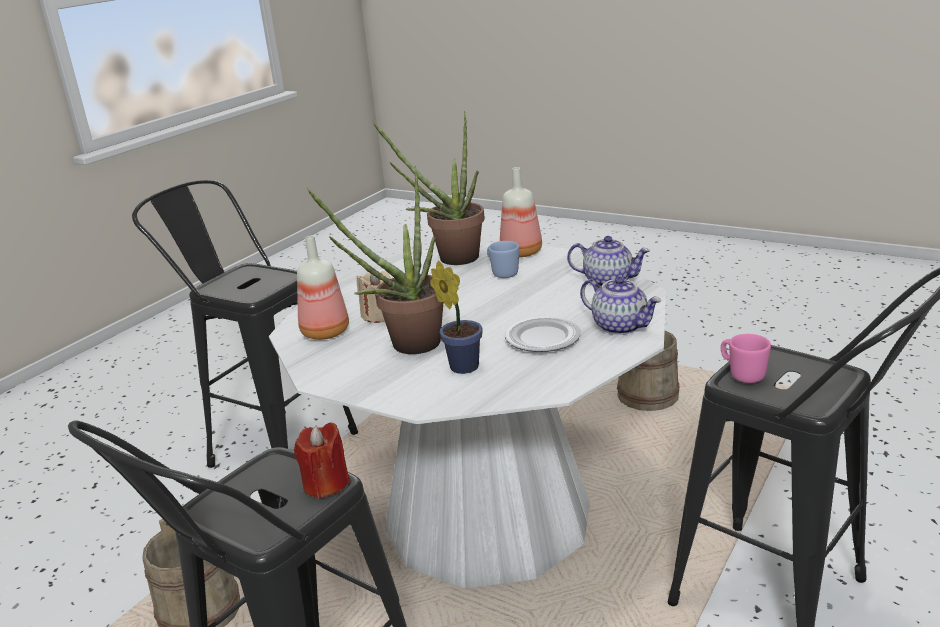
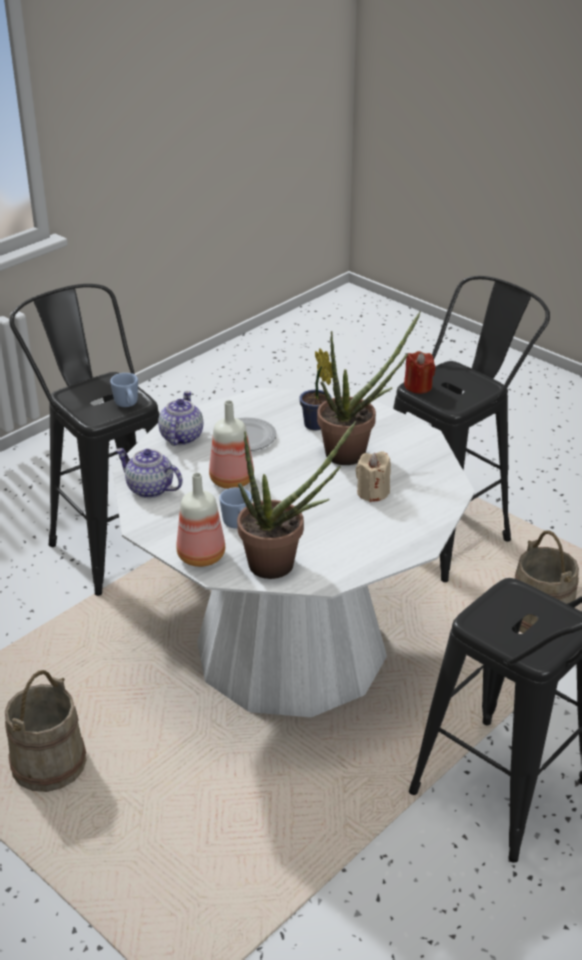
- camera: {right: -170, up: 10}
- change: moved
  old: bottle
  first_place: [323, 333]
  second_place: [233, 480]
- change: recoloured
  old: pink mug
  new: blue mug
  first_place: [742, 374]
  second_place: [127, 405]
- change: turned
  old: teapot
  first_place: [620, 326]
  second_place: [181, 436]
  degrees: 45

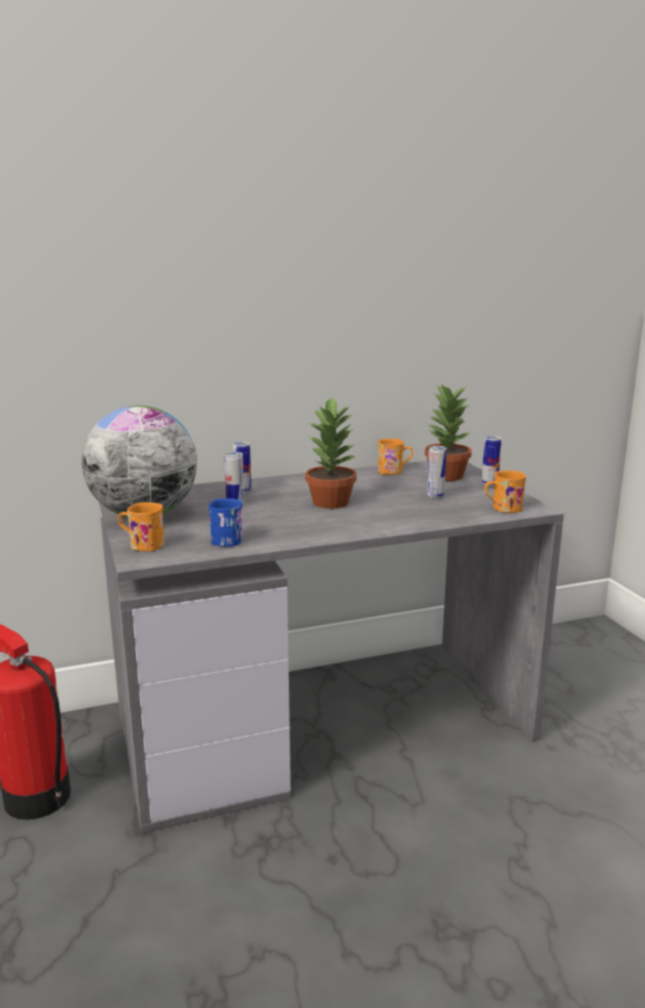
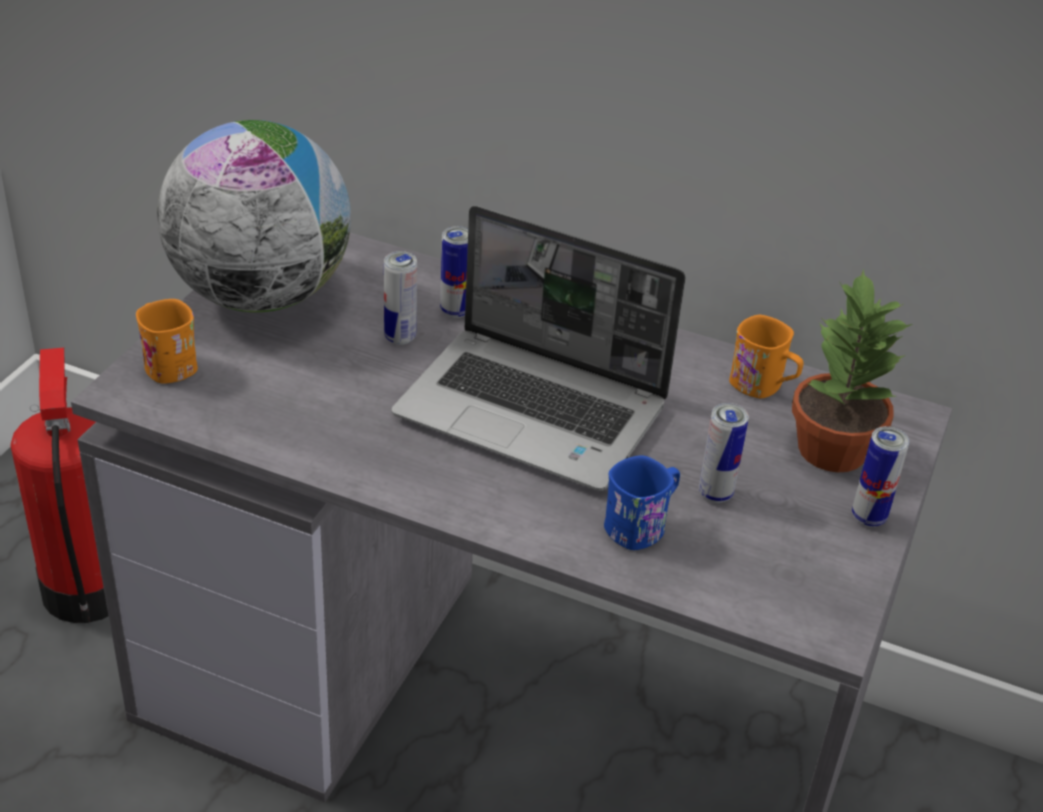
- camera: {right: 40, up: 20}
- change: removed
  old: orange mug
  first_place: [502, 509]
- change: moved
  old: blue mug
  first_place: [228, 539]
  second_place: [642, 525]
- change: replaced
  old: potted plant
  new: laptop
  first_place: [331, 502]
  second_place: [535, 411]

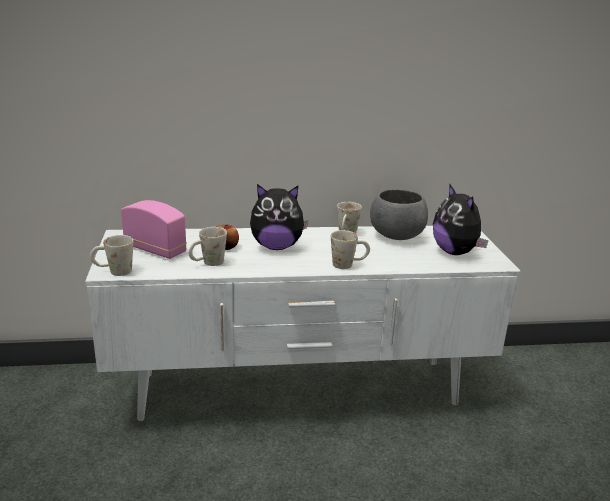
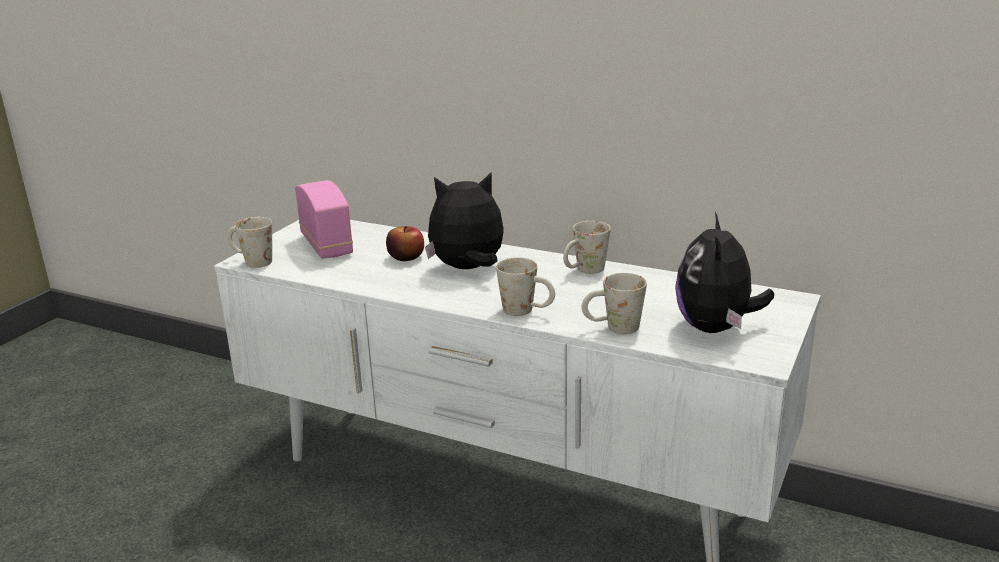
- camera: {right: 35, up: 0}
- change: removed
  old: grey bowl
  first_place: [396, 236]
- change: moved
  old: white mug
  first_place: [207, 263]
  second_place: [613, 328]
- change: turned
  old: plush toy
  first_place: [276, 246]
  second_place: [468, 269]
  degrees: 135

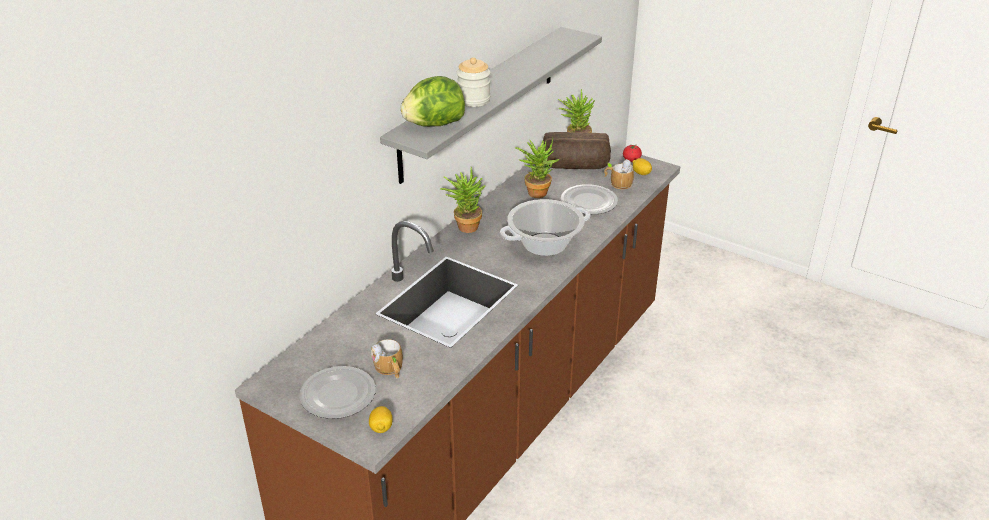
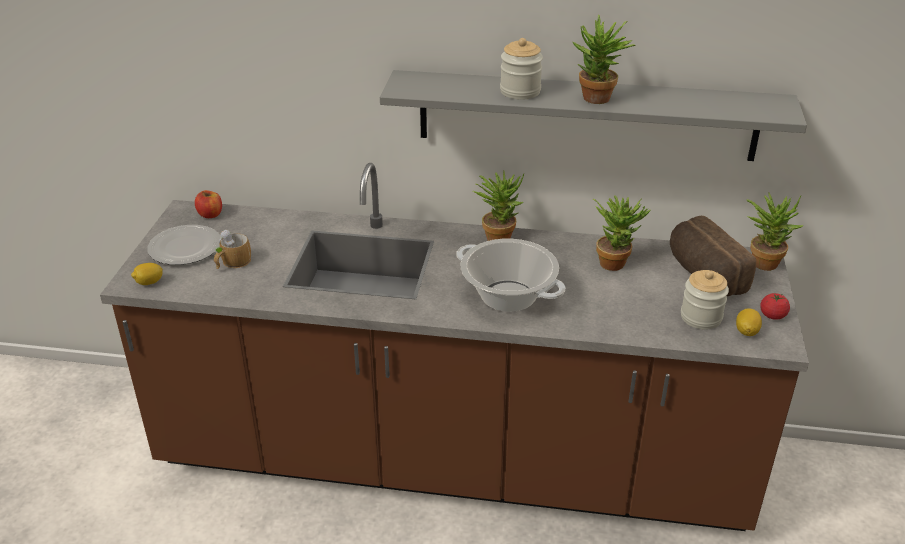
- camera: {right: 65, up: 0}
- change: removed
  old: lettuce
  first_place: [434, 125]
- change: removed
  old: plate
  first_place: [589, 202]
- change: added
  new: apple
  second_place: [210, 214]
- change: added
  new: potted plant
  second_place: [597, 101]
- change: replaced
  old: mug
  new: jar
  first_place: [617, 183]
  second_place: [701, 317]

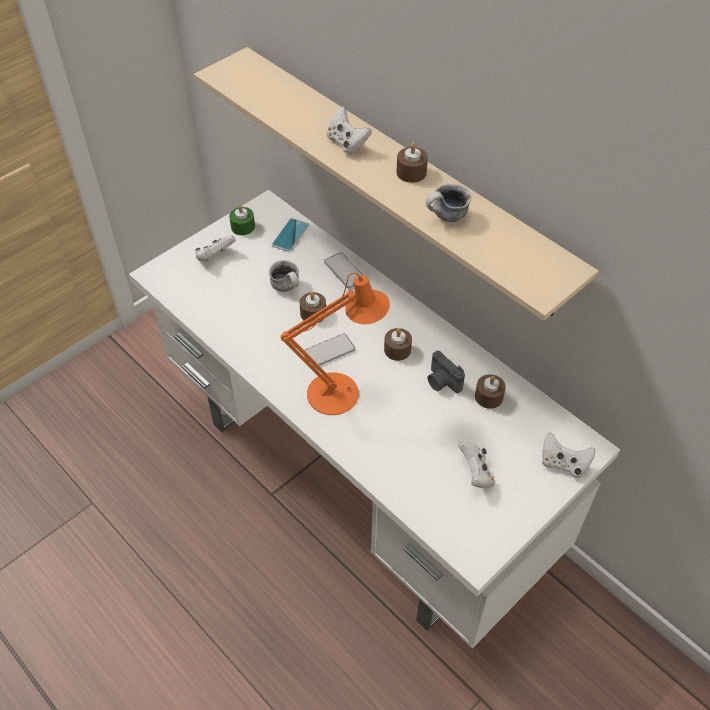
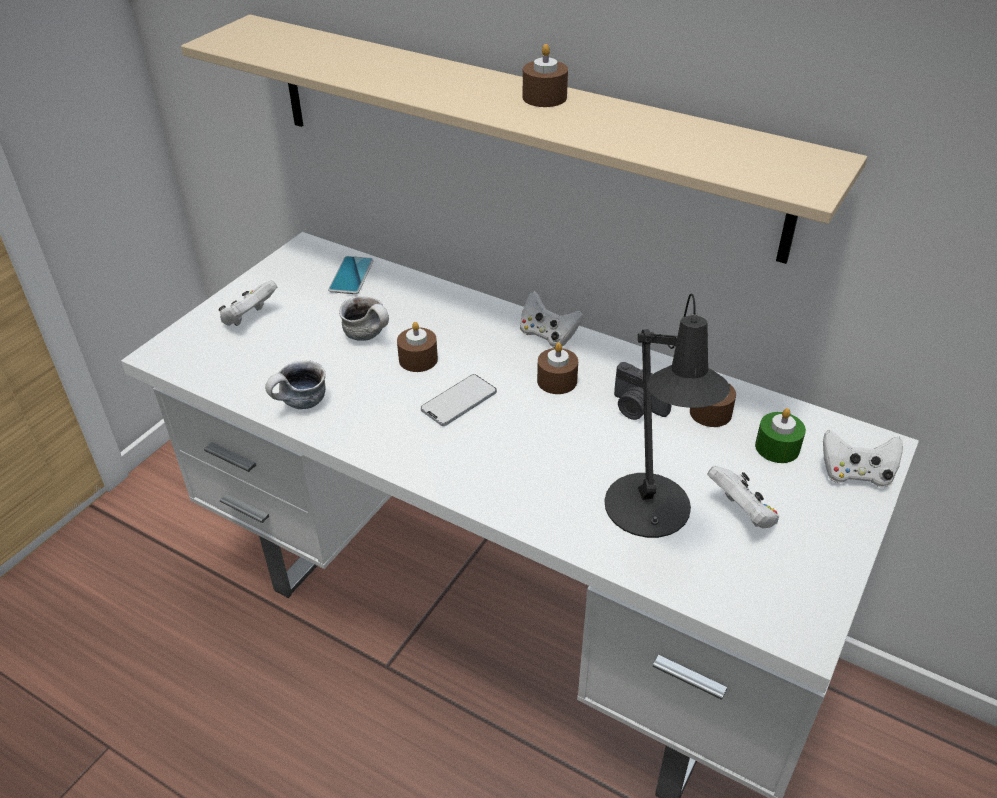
- camera: {right: -15, up: -10}
- change: removed
  old: orange table lamp
  first_place: [341, 392]
- change: removed
  old: phone
  first_place: [344, 271]
- change: added
  new: black table lamp
  second_place: [650, 515]
- change: moved
  old: green candle
  first_place: [243, 227]
  second_place: [777, 447]
- change: moved
  old: white game controller
  first_place: [347, 143]
  second_place: [548, 335]
- change: moved
  old: mug
  first_place: [446, 218]
  second_place: [300, 405]

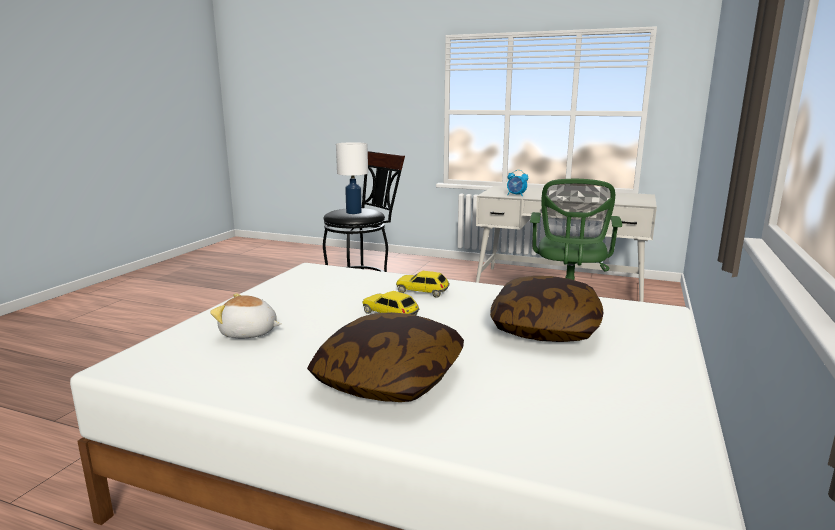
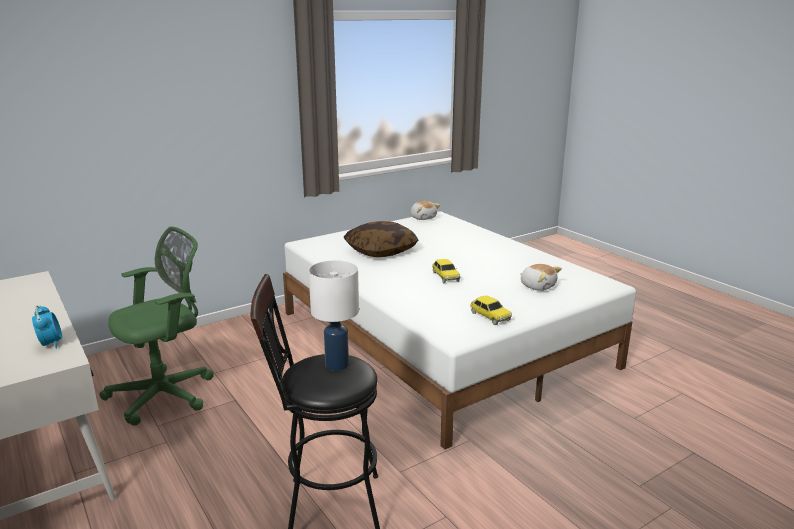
- camera: {right: -145, up: 5}
- change: removed
  old: pillow
  first_place: [389, 379]
- change: added
  new: plush toy
  second_place: [423, 218]
- change: moved
  old: toy car
  first_place: [423, 292]
  second_place: [490, 316]

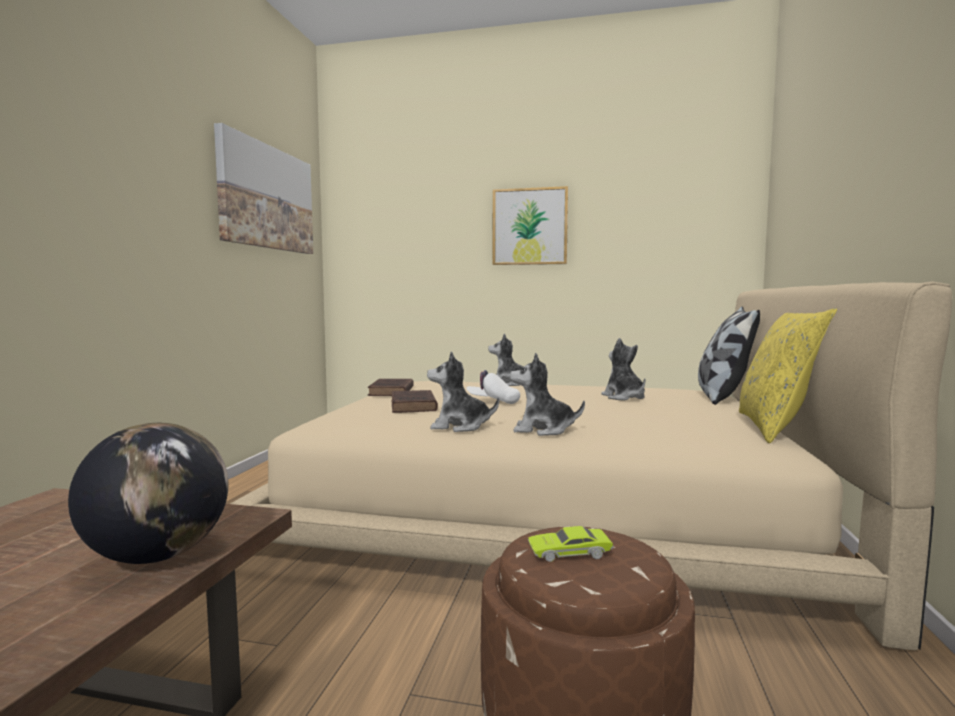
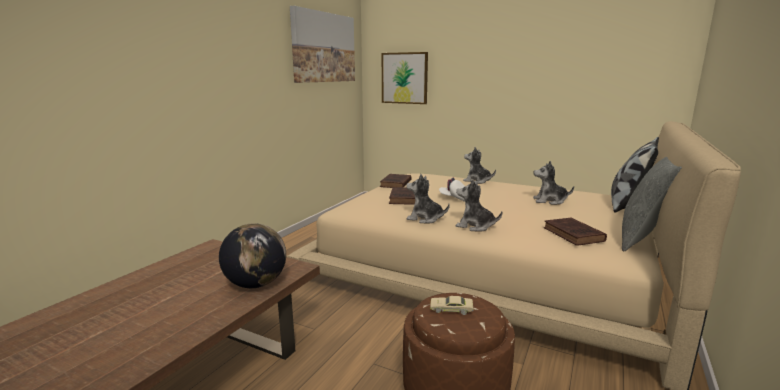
- camera: {right: 15, up: 10}
- change: added
  new: brown book
  second_place: [574, 235]
- change: moved
  old: picture
  first_place: [530, 227]
  second_place: [404, 78]
- change: recoloured
  old: green toy car
  new: beige toy car
  first_place: [569, 552]
  second_place: [451, 309]
- change: recoloured
  old: yellow pillow
  new: grey pillow
  first_place: [777, 428]
  second_place: [643, 239]
- change: turned
  old: plush toy
  first_place: [623, 397]
  second_place: [549, 201]
  degrees: -75

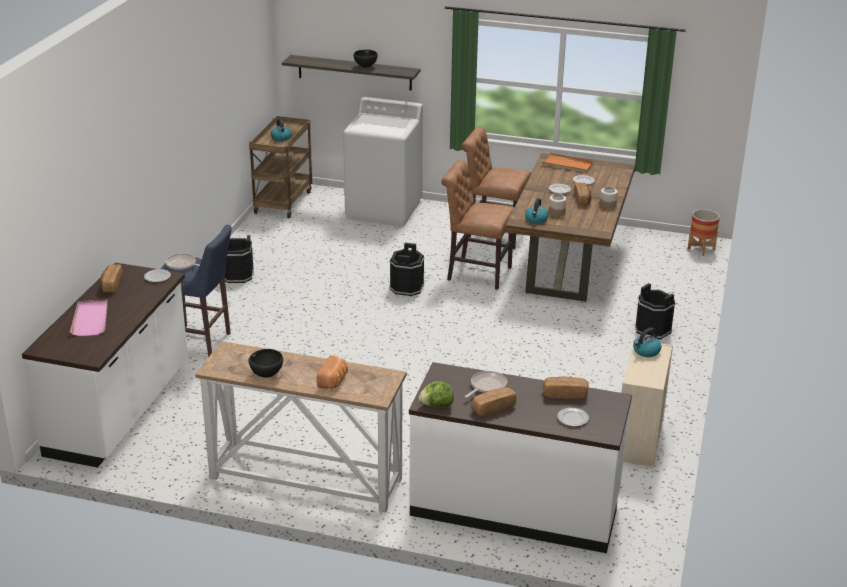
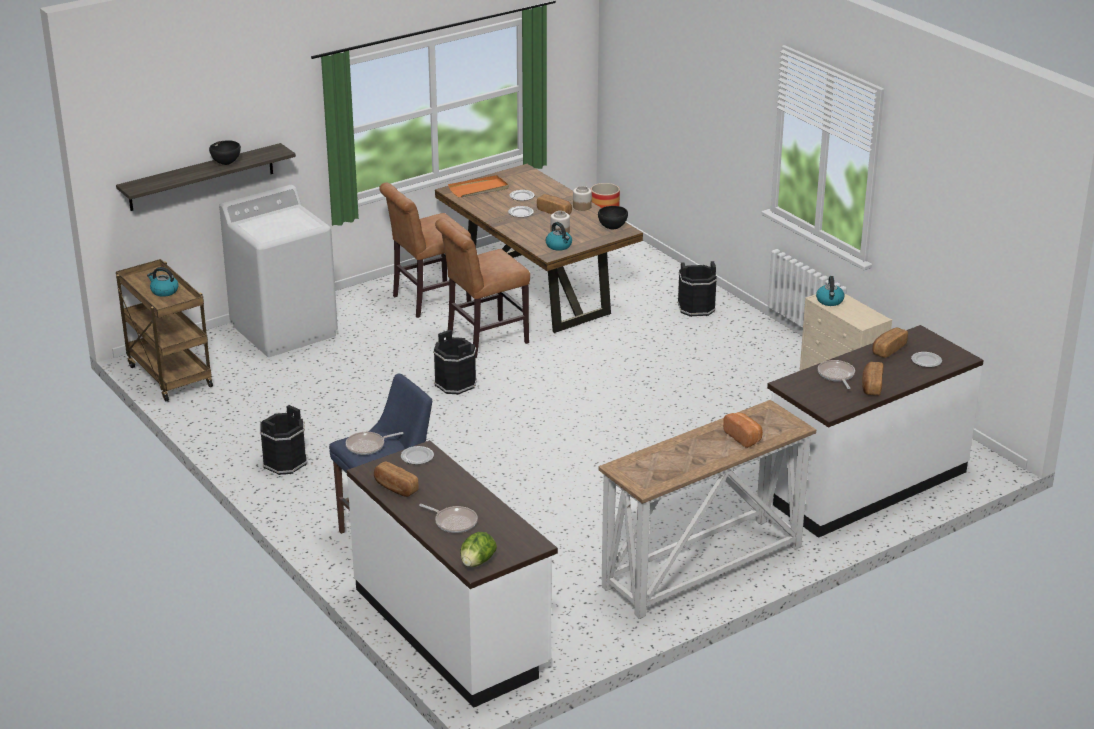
- camera: {right: -50, up: 0}
- change: moved
  old: black bowl
  first_place: [267, 375]
  second_place: [612, 228]
- change: moved
  old: lettuce
  first_place: [436, 405]
  second_place: [477, 562]
- change: replaced
  old: pink tray
  new: frying pan
  first_place: [90, 319]
  second_place: [454, 522]

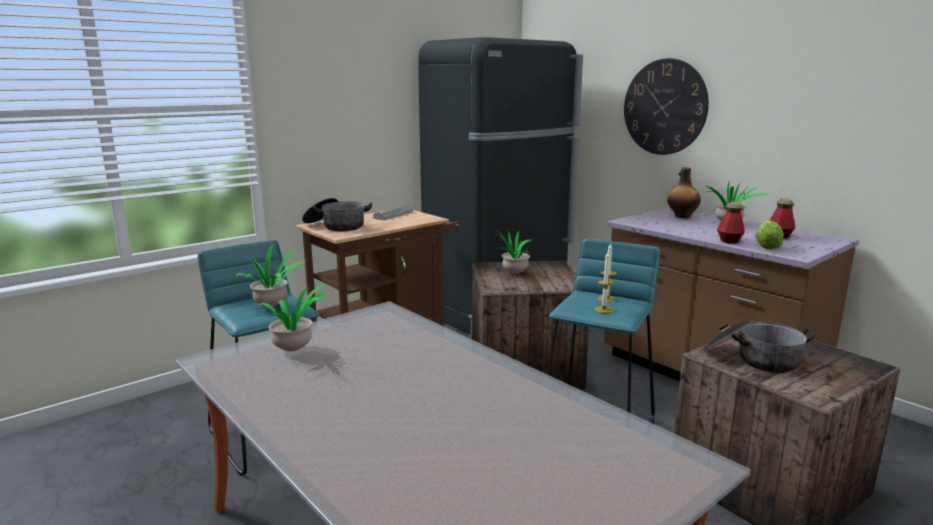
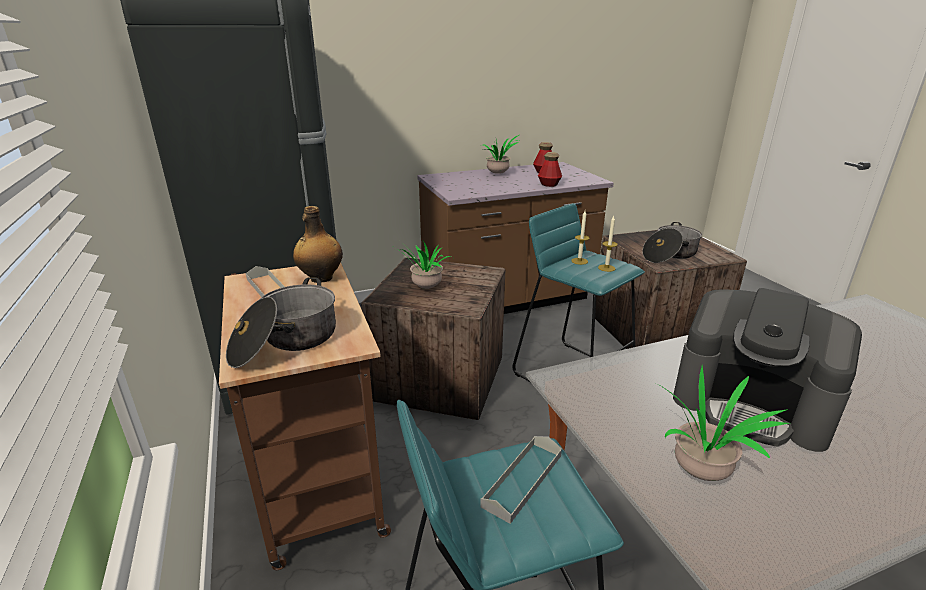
- camera: {right: -70, up: 10}
- change: removed
  old: wall clock
  first_place: [664, 107]
- change: removed
  old: lettuce
  first_place: [767, 246]
- change: added
  new: coffee machine
  second_place: [751, 404]
- change: moved
  old: bottle
  first_place: [681, 216]
  second_place: [320, 278]
- change: replaced
  old: potted plant
  new: grey tray
  first_place: [273, 305]
  second_place: [523, 480]

